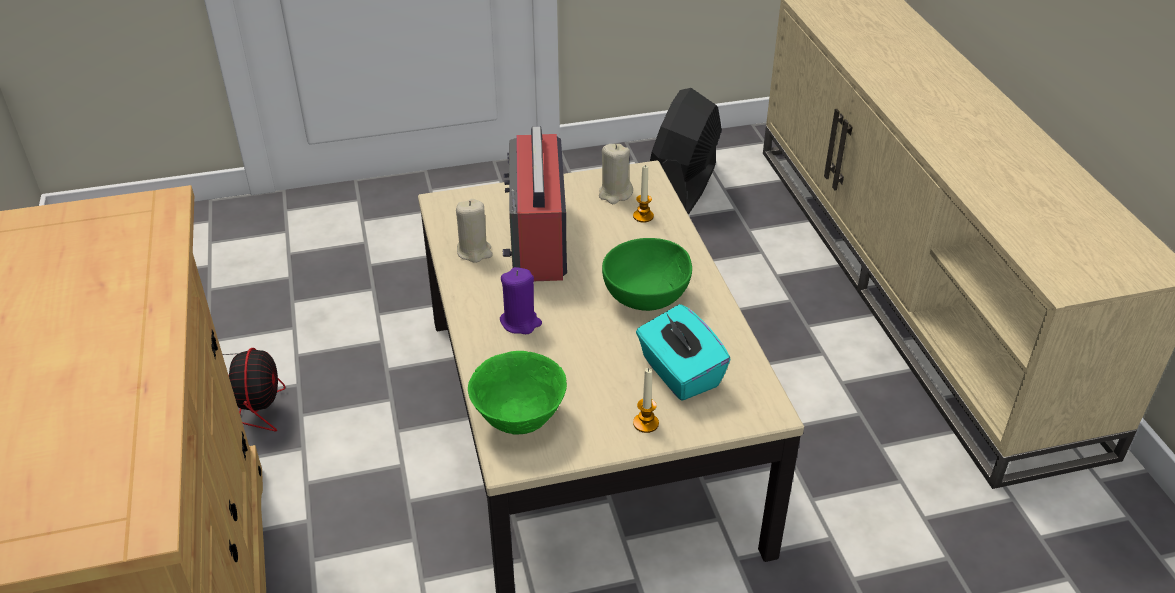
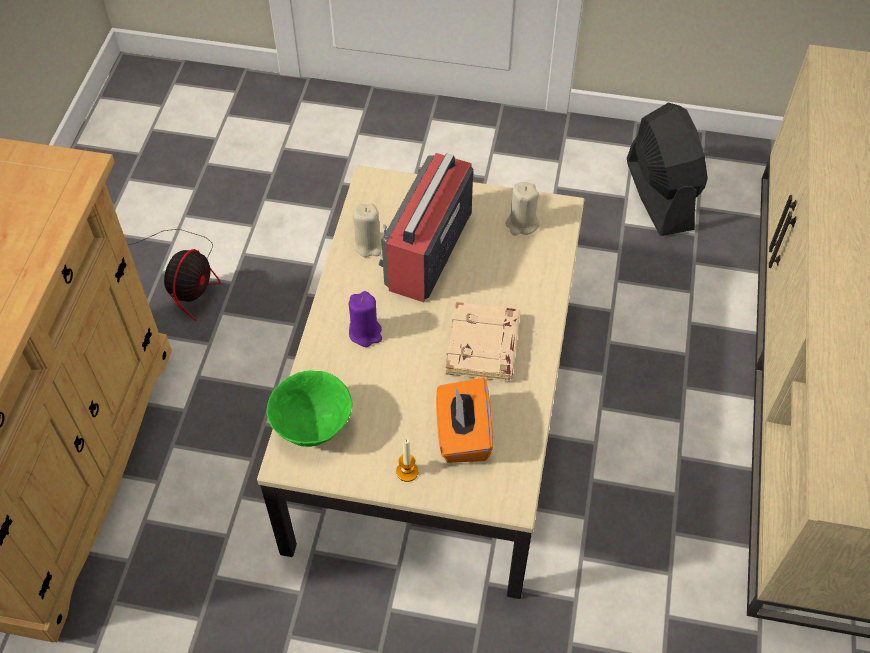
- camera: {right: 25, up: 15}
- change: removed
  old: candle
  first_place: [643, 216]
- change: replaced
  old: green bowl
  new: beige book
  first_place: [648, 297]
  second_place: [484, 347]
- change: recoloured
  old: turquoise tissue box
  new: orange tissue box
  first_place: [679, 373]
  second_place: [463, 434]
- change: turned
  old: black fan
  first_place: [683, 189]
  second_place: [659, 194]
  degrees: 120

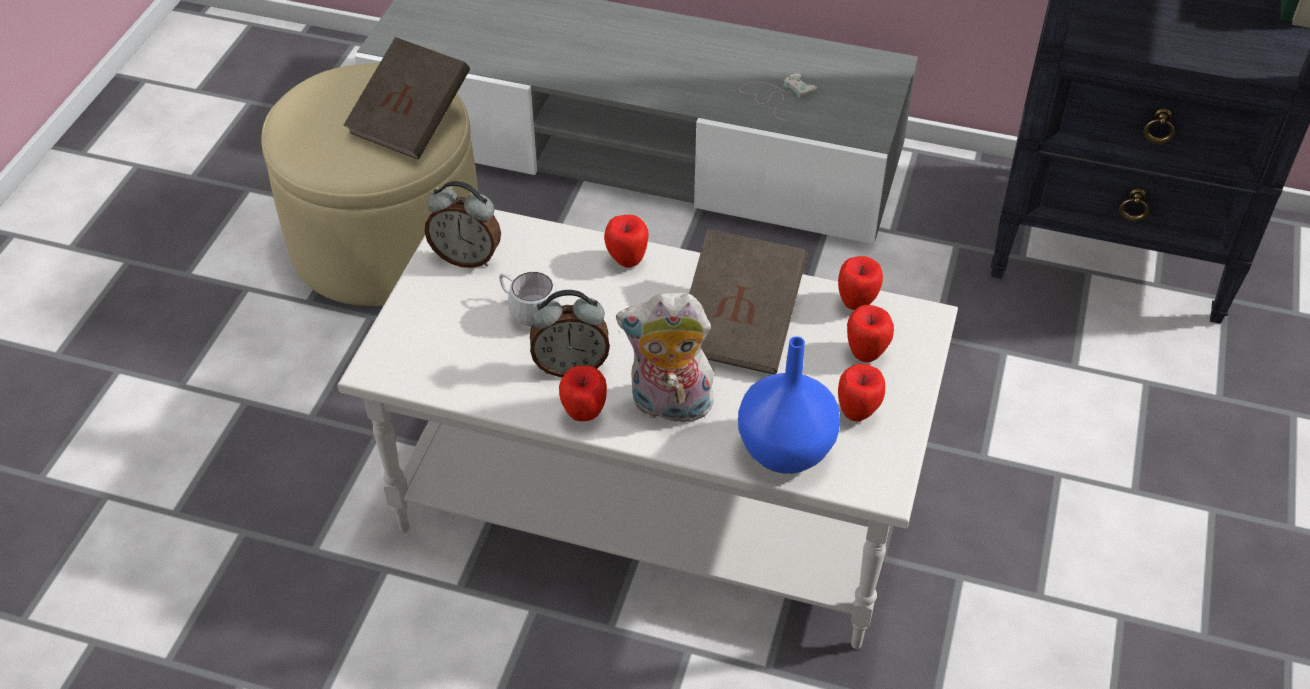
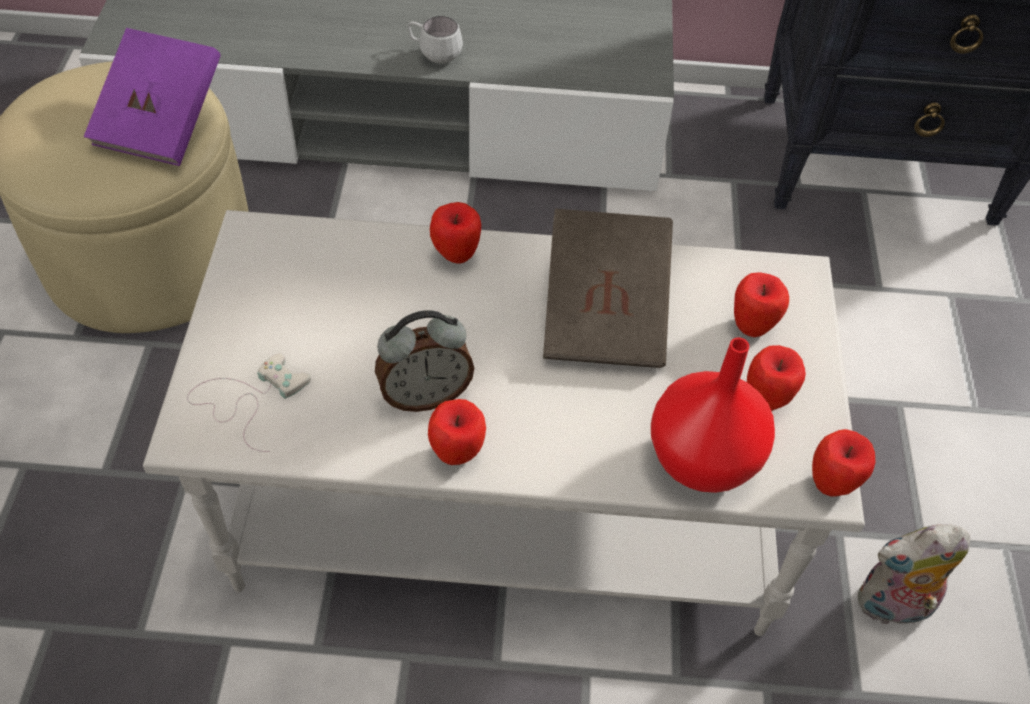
- camera: {right: -15, up: 5}
- change: removed
  old: alarm clock
  first_place: [467, 257]
- change: moved
  old: white mug
  first_place: [527, 311]
  second_place: [434, 54]
- change: moved
  old: plush toy
  first_place: [668, 406]
  second_place: [892, 607]
- change: moved
  old: white game controller
  first_place: [776, 96]
  second_place: [248, 399]
- change: moved
  old: apple
  first_place: [856, 304]
  second_place: [831, 484]
- change: recoloured
  old: brown book
  new: purple book
  first_place: [411, 121]
  second_place: [161, 123]
- change: recoloured
  old: blue vase
  new: red vase
  first_place: [783, 451]
  second_place: [699, 461]

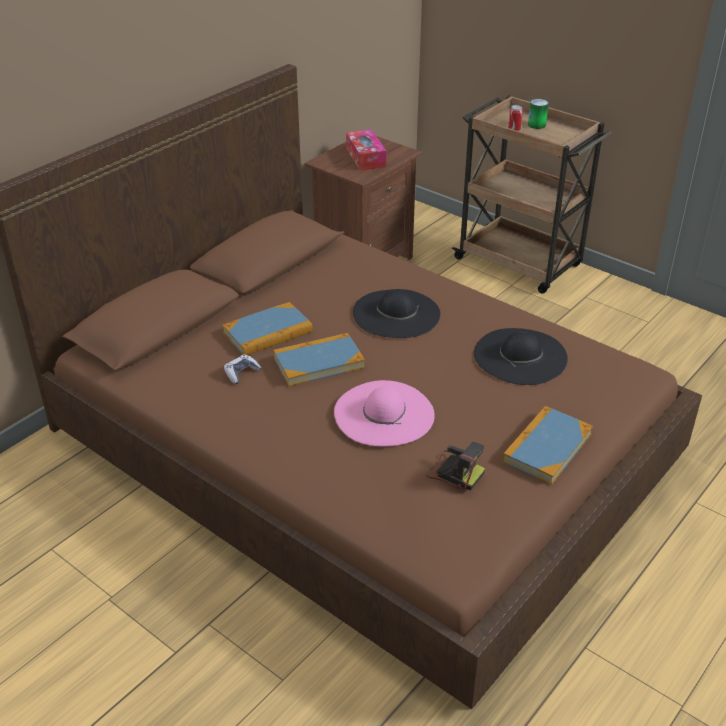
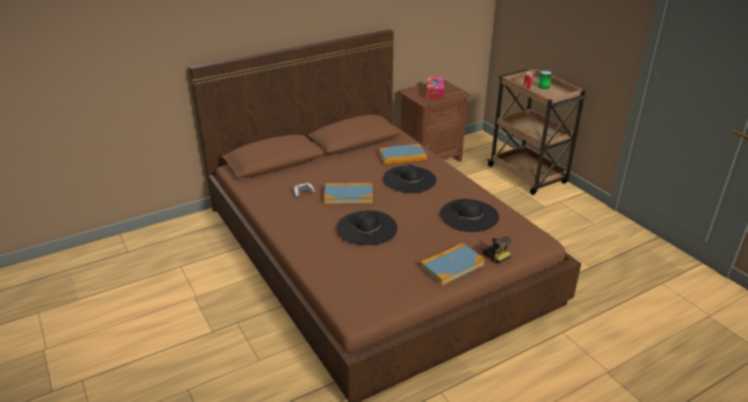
- camera: {right: 20, up: -5}
- change: moved
  old: book
  first_place: [268, 332]
  second_place: [402, 156]
- change: moved
  old: photo camera
  first_place: [454, 472]
  second_place: [493, 253]
- change: recoloured
  old: pink hat
  new: black hat
  first_place: [383, 413]
  second_place: [367, 228]

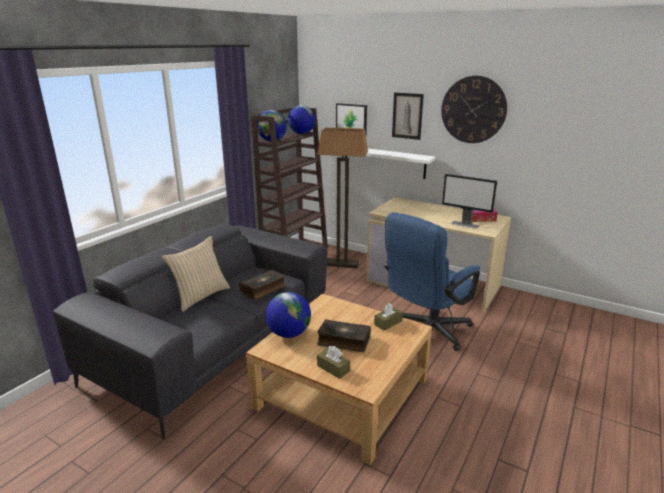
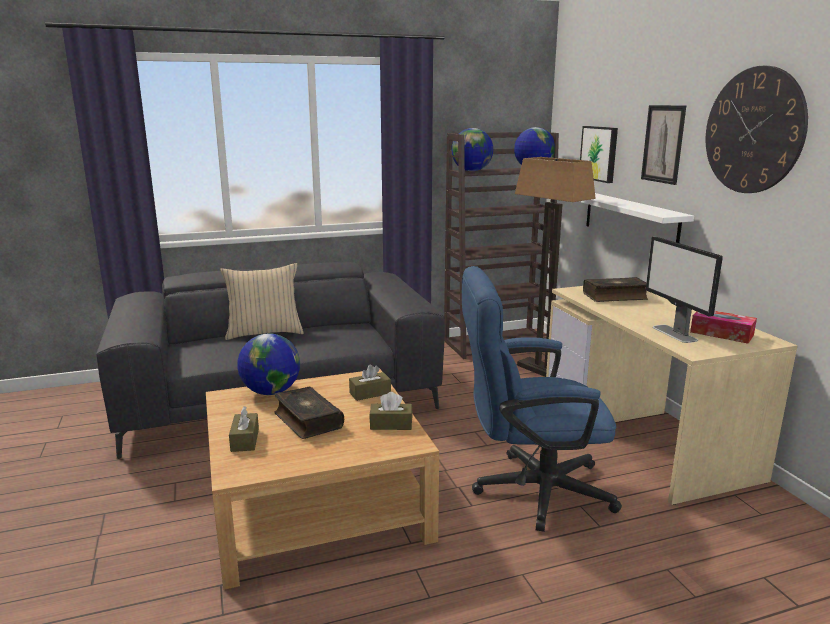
- camera: {right: 40, up: -5}
- change: added
  new: brown tissue box
  second_place: [370, 393]
- change: moved
  old: book
  first_place: [263, 289]
  second_place: [615, 297]

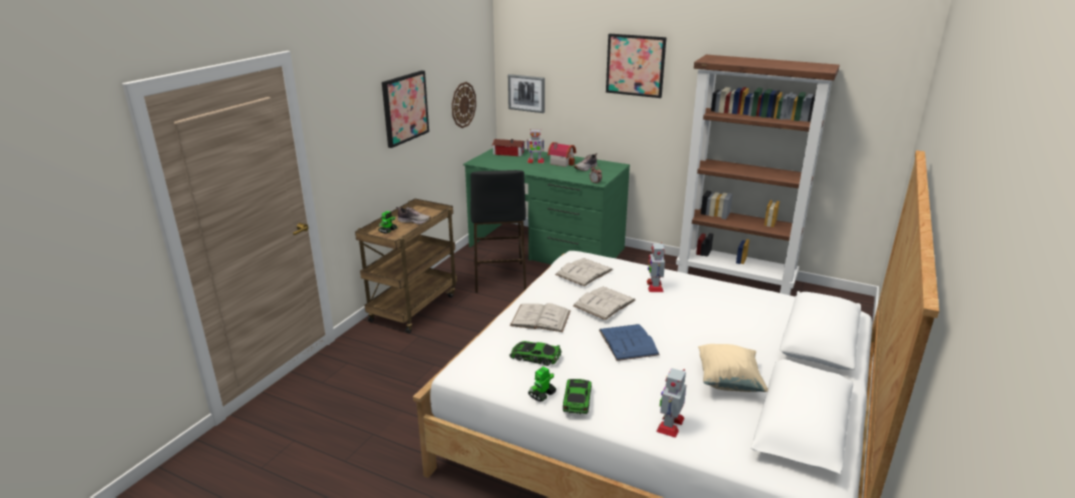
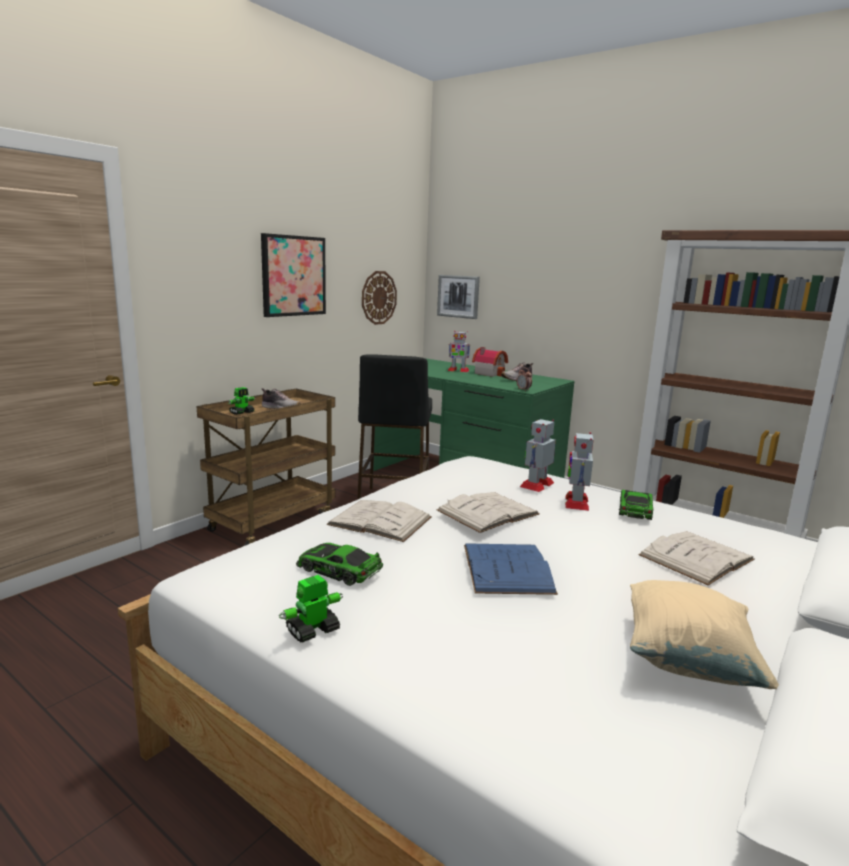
- camera: {right: 10, up: -10}
- change: removed
  old: toy house
  first_place: [508, 152]
- change: removed
  old: picture
  first_place: [635, 65]
- change: moved
  old: white book
  first_place: [584, 272]
  second_place: [696, 557]
- change: moved
  old: toy car
  first_place: [577, 399]
  second_place: [635, 509]
- change: moved
  old: toy robot
  first_place: [670, 424]
  second_place: [537, 484]

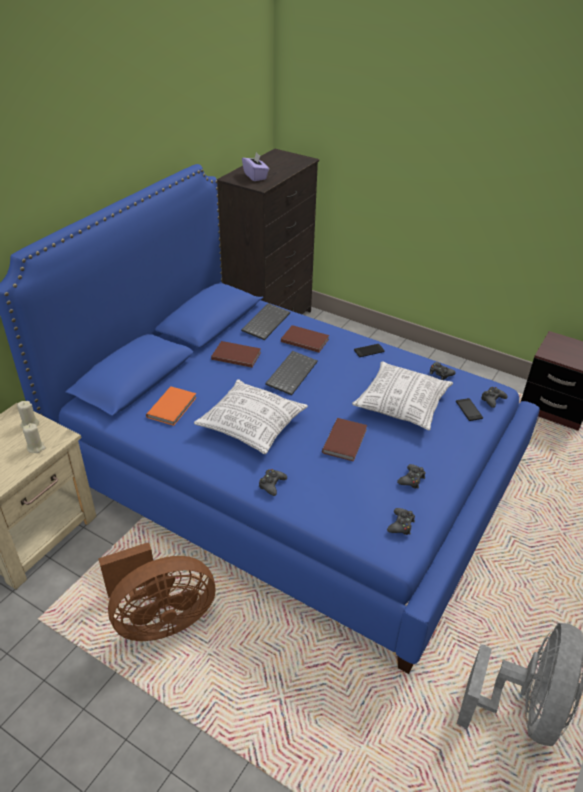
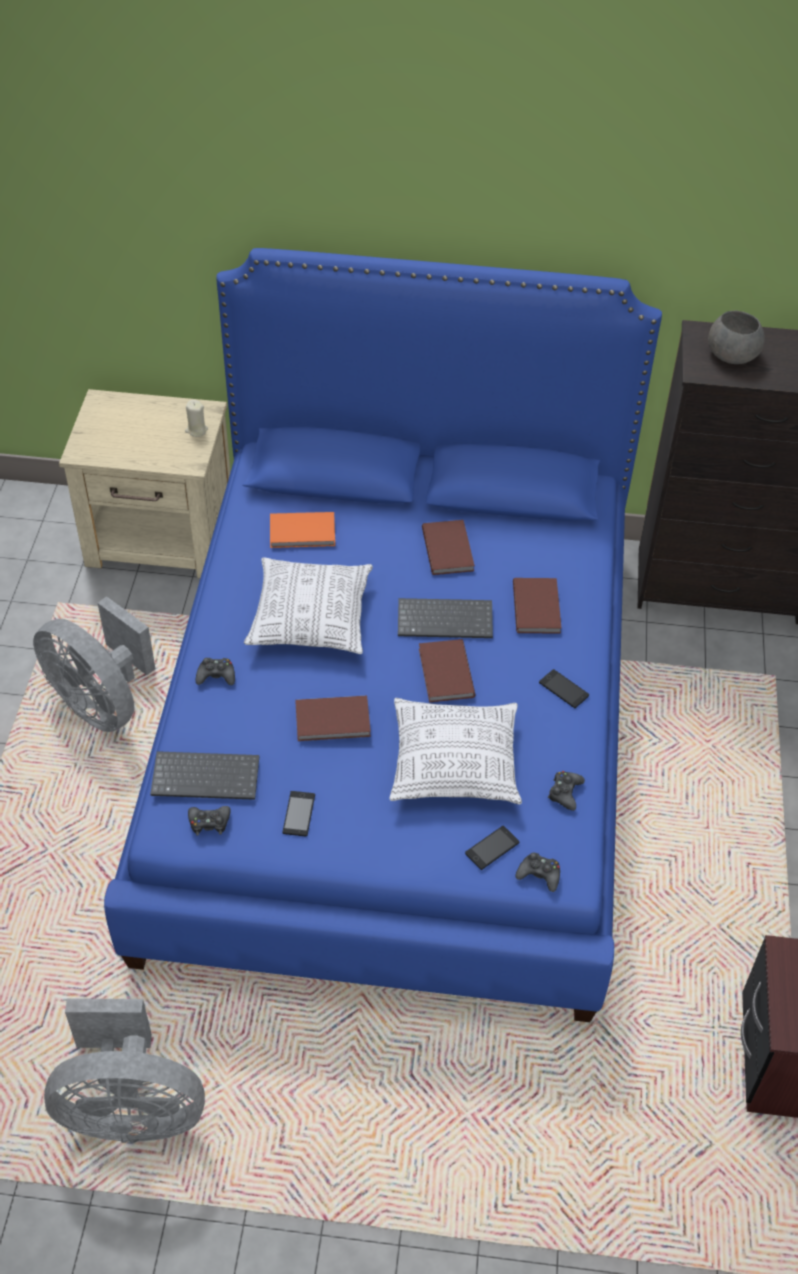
- camera: {right: 65, up: 10}
- change: removed
  old: beige candle
  first_place: [36, 447]
- change: added
  new: brown book
  second_place: [444, 673]
- change: moved
  old: keyboard
  first_place: [265, 322]
  second_place: [207, 776]
- change: replaced
  old: purple tissue box
  new: grey bowl
  first_place: [255, 176]
  second_place: [731, 354]
- change: replaced
  old: black game controller
  new: phone
  first_place: [411, 479]
  second_place: [299, 814]
- change: recoloured
  old: brown fan
  new: grey fan
  first_place: [160, 619]
  second_place: [101, 702]

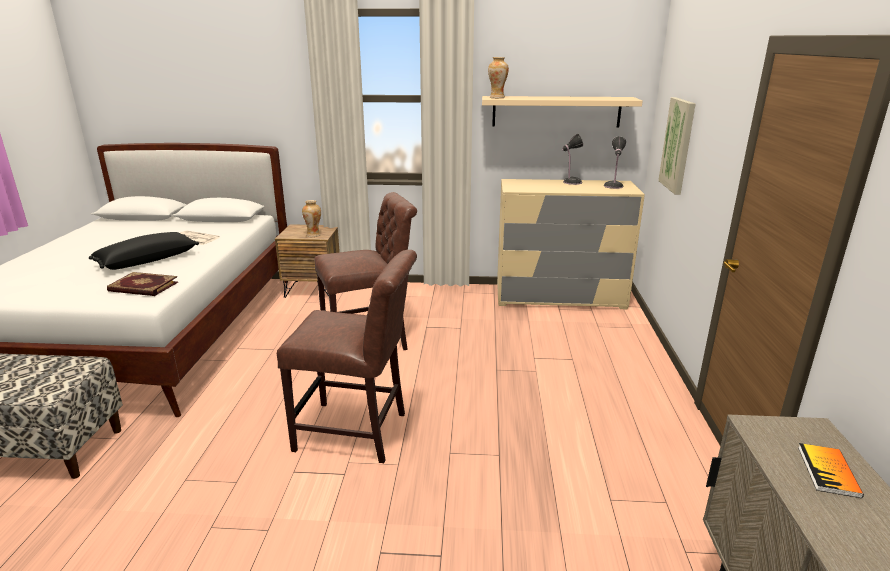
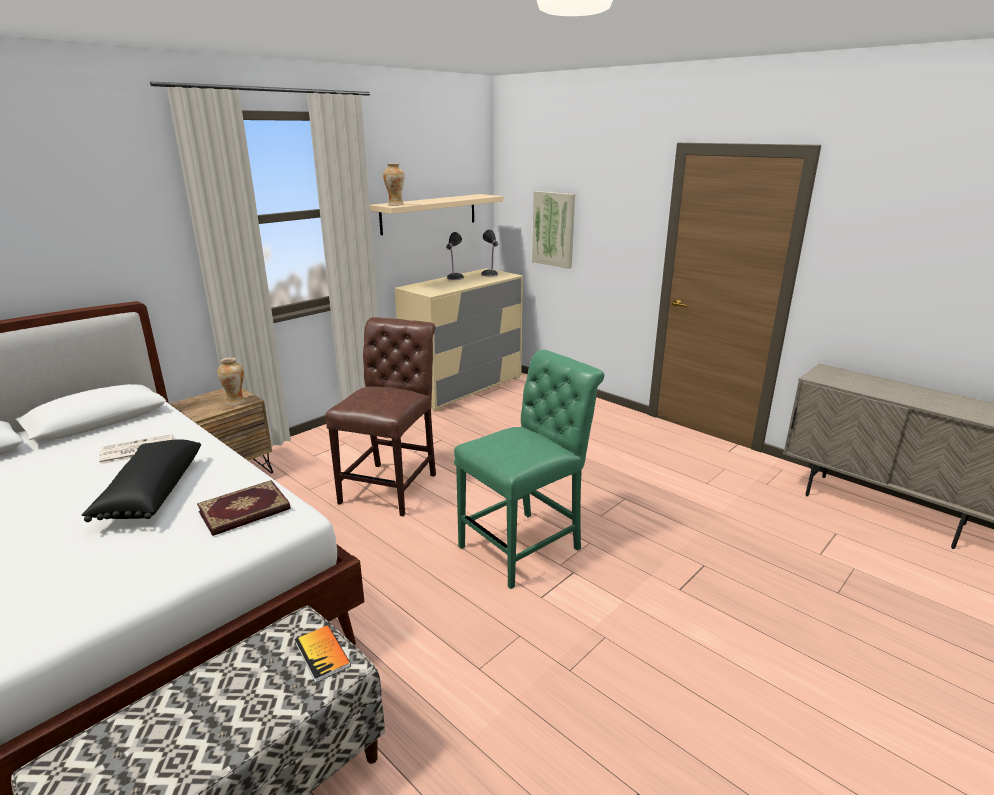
- camera: {right: -50, up: 0}
- change: moved
  old: book
  first_place: [828, 471]
  second_place: [322, 654]
- change: recoloured
  old: brown chair
  new: green chair
  first_place: [357, 433]
  second_place: [526, 545]

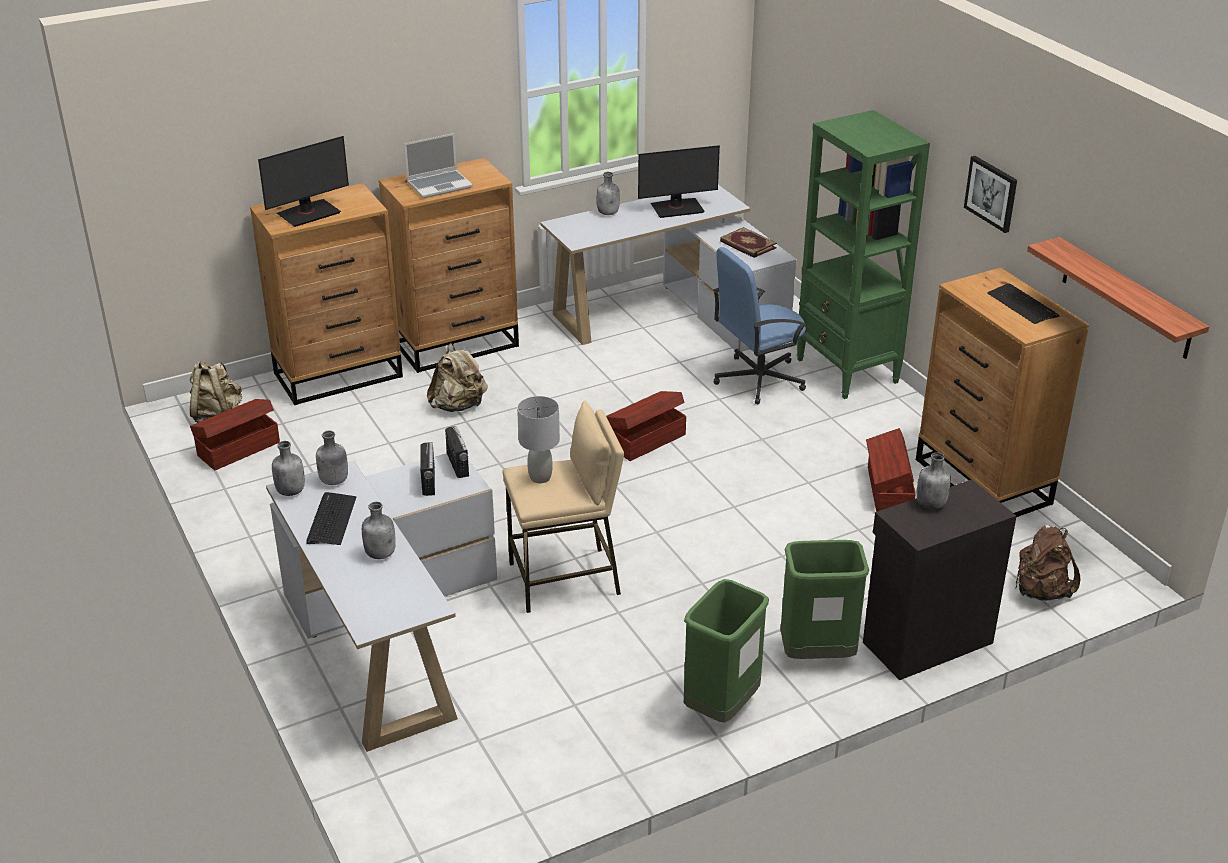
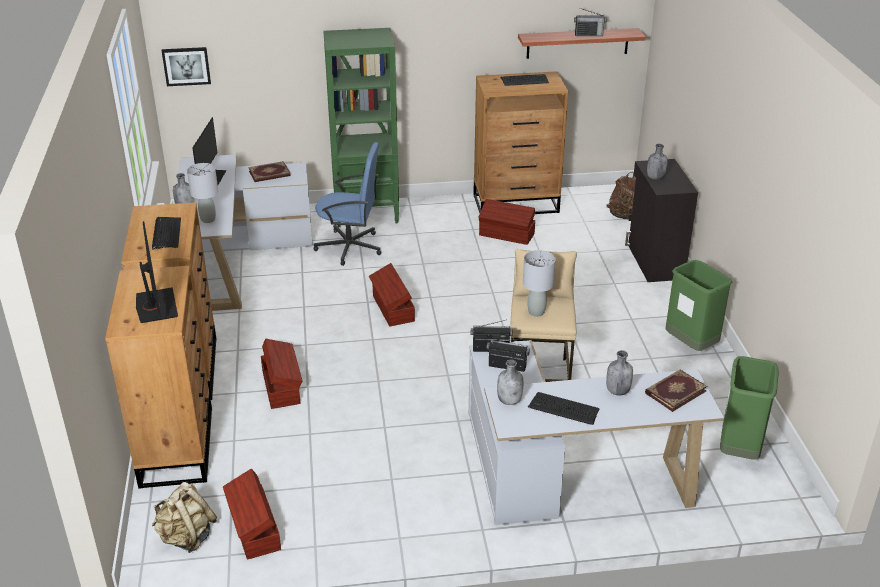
- camera: {right: -70, up: 0}
- change: removed
  old: grey bottle
  first_place: [291, 491]
- change: added
  new: grey table lamp
  second_place: [208, 219]
- change: added
  new: radio
  second_place: [588, 35]
- change: added
  new: book
  second_place: [674, 391]
- change: moved
  old: green trash can
  first_place: [817, 655]
  second_place: [738, 450]
- change: moved
  old: picture
  first_place: [991, 193]
  second_place: [186, 66]
- change: replaced
  old: laptop
  new: keyboard
  first_place: [440, 185]
  second_place: [166, 233]
- change: replaced
  old: beige backpack
  new: brown storage box
  first_place: [458, 406]
  second_place: [282, 386]
- change: turned
  old: blue office chair
  first_place: [757, 379]
  second_place: [350, 247]
  degrees: -75

